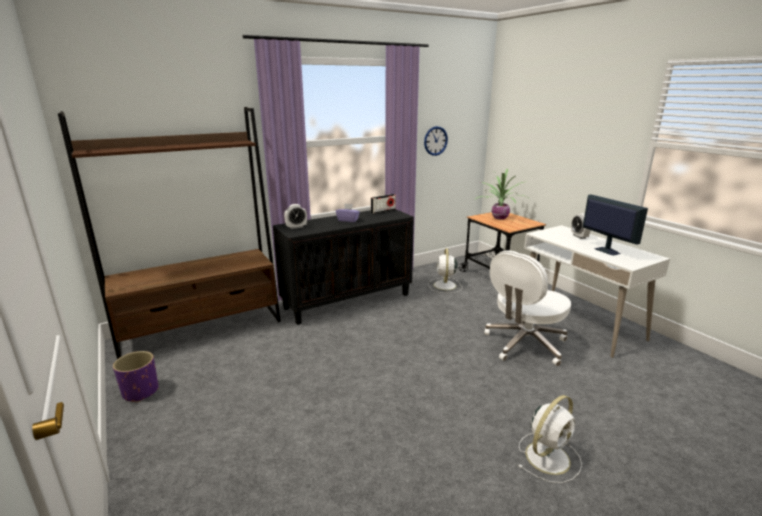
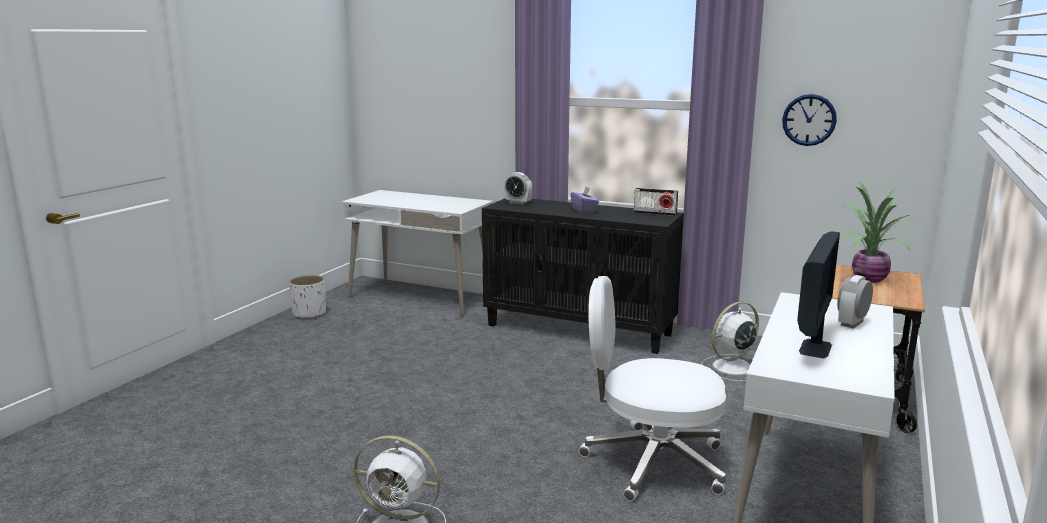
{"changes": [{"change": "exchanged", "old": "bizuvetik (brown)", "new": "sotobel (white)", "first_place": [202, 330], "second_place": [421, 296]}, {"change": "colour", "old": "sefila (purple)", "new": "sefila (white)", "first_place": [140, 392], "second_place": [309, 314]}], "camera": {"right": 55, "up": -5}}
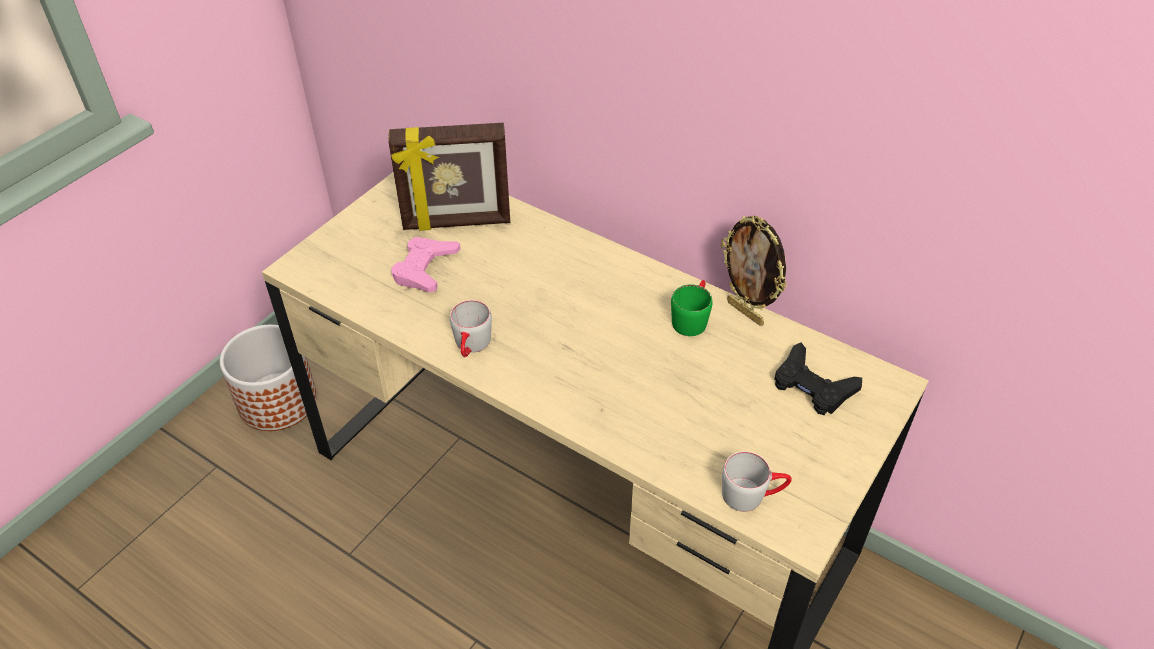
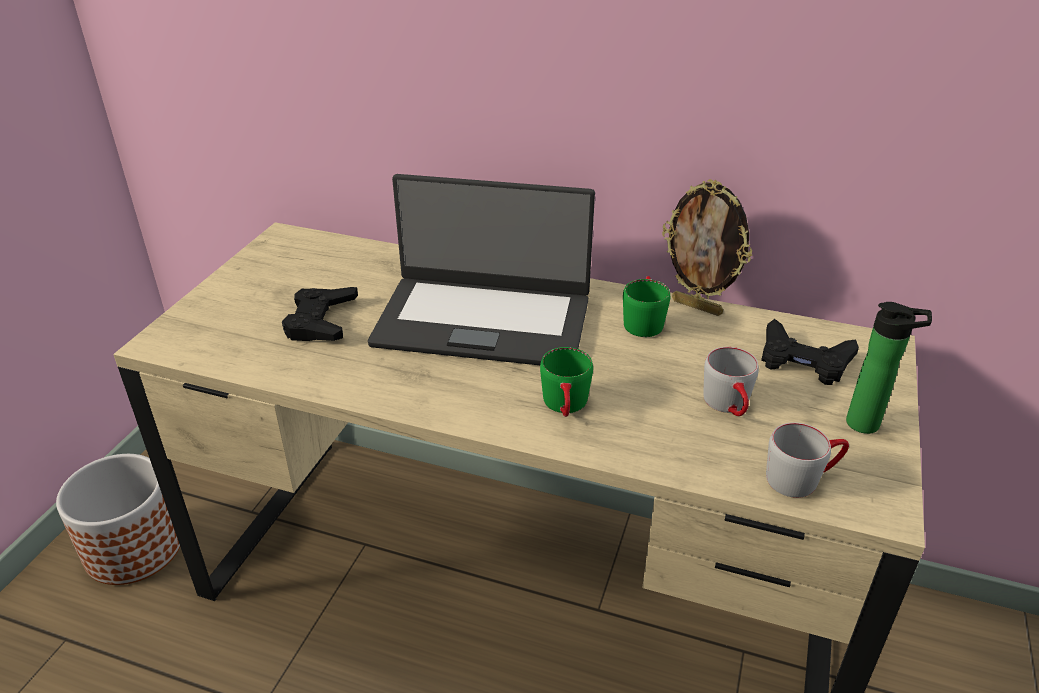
{"changes": [{"change": "missing", "old": "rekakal", "first_place": [457, 223]}, {"change": "colour", "old": "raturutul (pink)", "new": "raturutul (black)", "first_place": [425, 269], "second_place": [321, 321]}, {"change": "relocated", "old": "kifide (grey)", "first_place": [471, 346], "second_place": [729, 406]}, {"change": "appeared", "new": "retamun", "second_place": [483, 320]}, {"change": "appeared", "new": "kifide (green)", "second_place": [566, 407]}, {"change": "appeared", "new": "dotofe", "second_place": [868, 424]}], "camera": {"right": -15, "up": -10}}
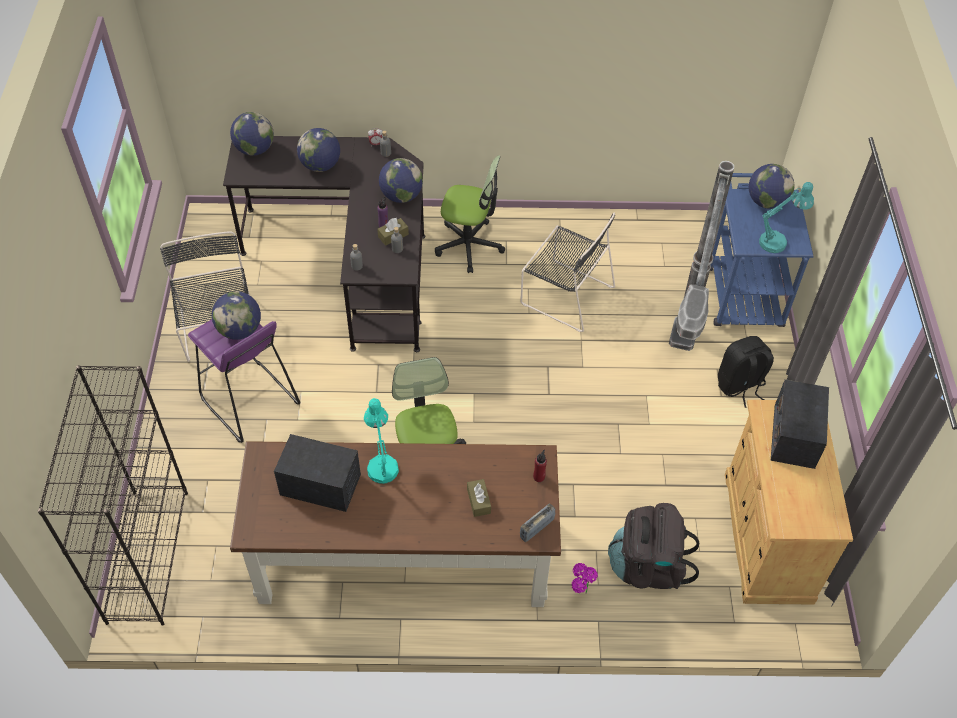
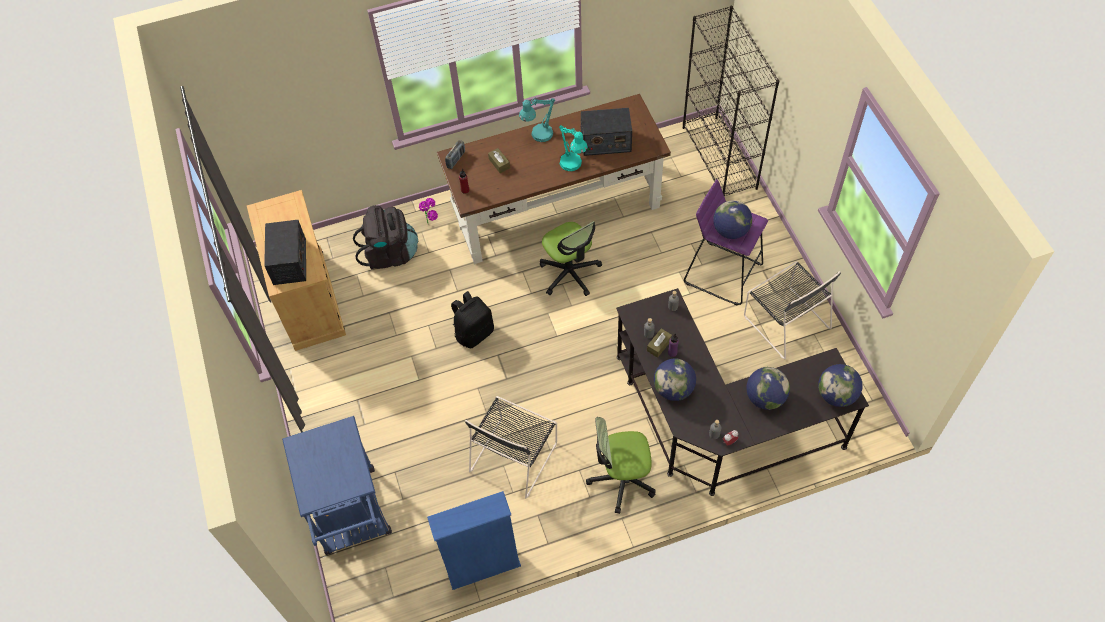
{"changes": [{"change": "spun", "old": "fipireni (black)", "first_place": [564, 294], "second_place": [515, 455], "degrees": -75}, {"change": "missing", "old": "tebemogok", "first_place": [667, 406]}, {"change": "relocated", "old": "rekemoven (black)", "first_place": [740, 385], "second_place": [474, 333]}, {"change": "missing", "old": "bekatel", "first_place": [766, 202]}, {"change": "relocated", "old": "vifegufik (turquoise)", "first_place": [778, 241], "second_place": [538, 136]}, {"change": "appeared", "new": "bizuvetik (blue)", "second_place": [483, 567]}], "camera": {"right": 165, "up": 5}}
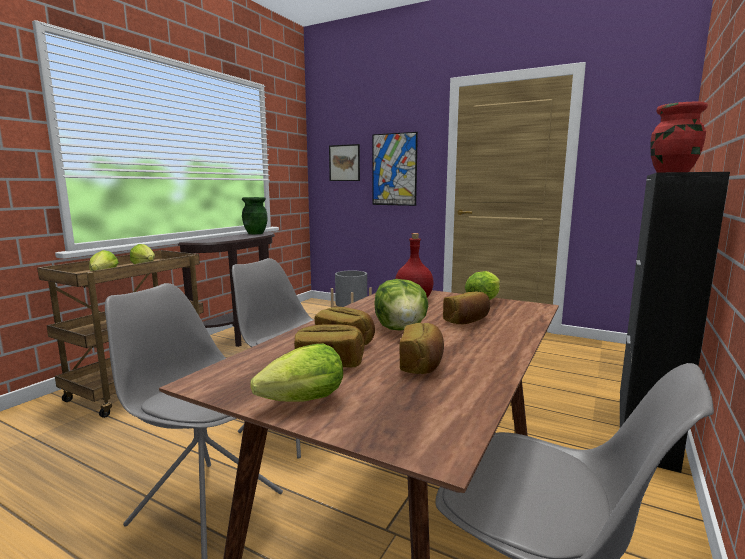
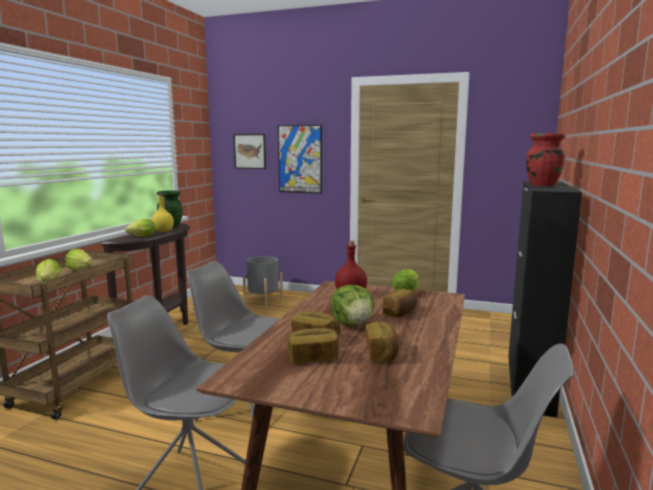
{"changes": [{"change": "relocated", "old": "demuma", "first_place": [298, 402], "second_place": [140, 237]}, {"change": "appeared", "new": "dotofe (yellow)", "second_place": [163, 231]}], "camera": {"right": -10, "up": 0}}
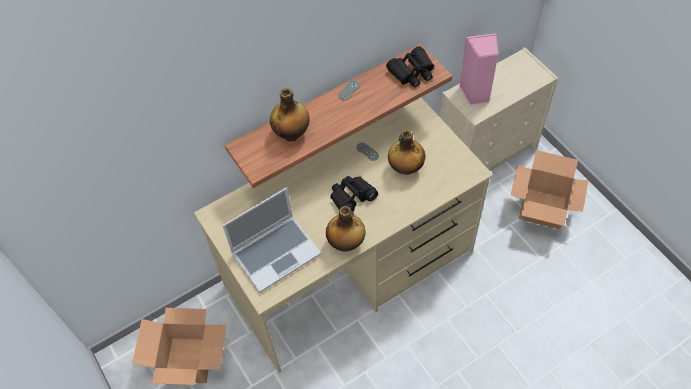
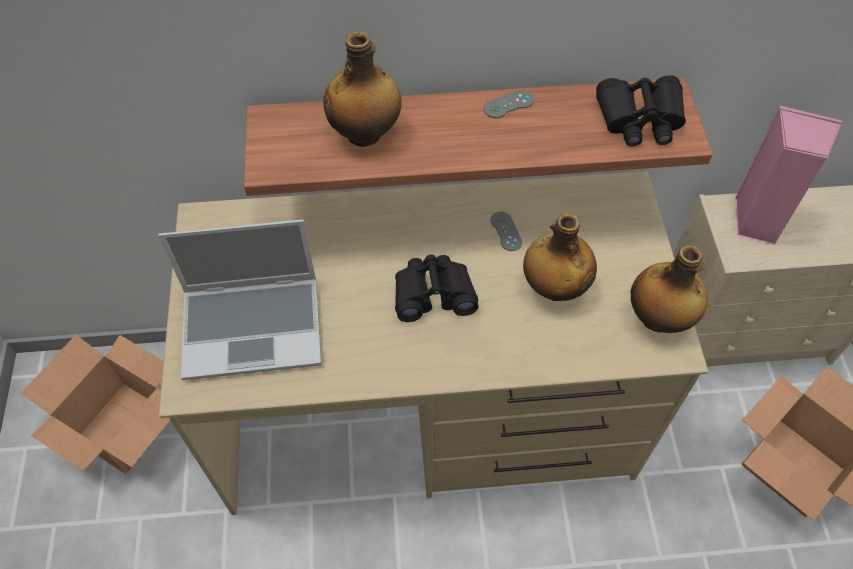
{"changes": [{"change": "relocated", "old": "dotofe", "first_place": [346, 243], "second_place": [659, 319]}], "camera": {"right": 25, "up": 0}}
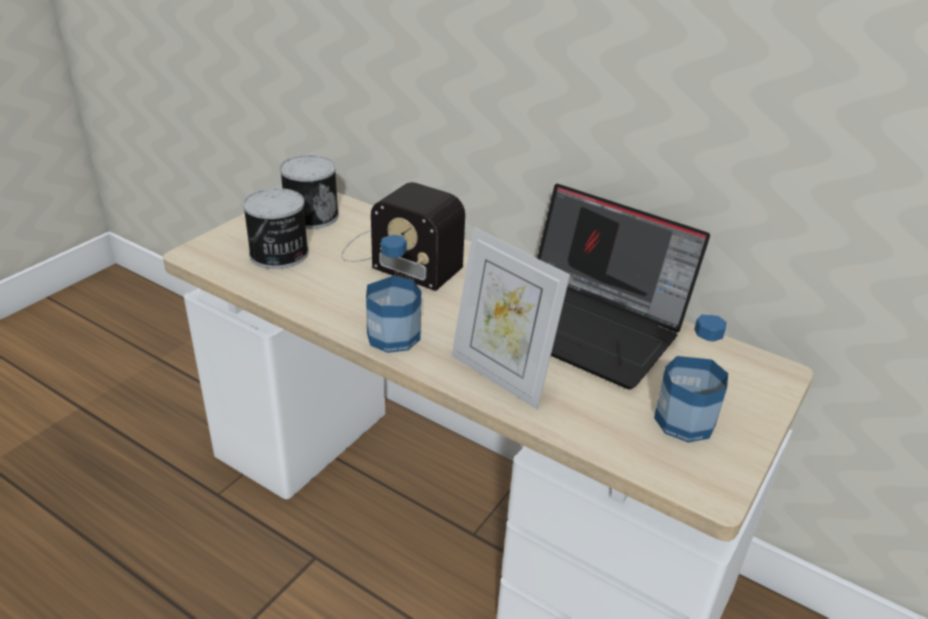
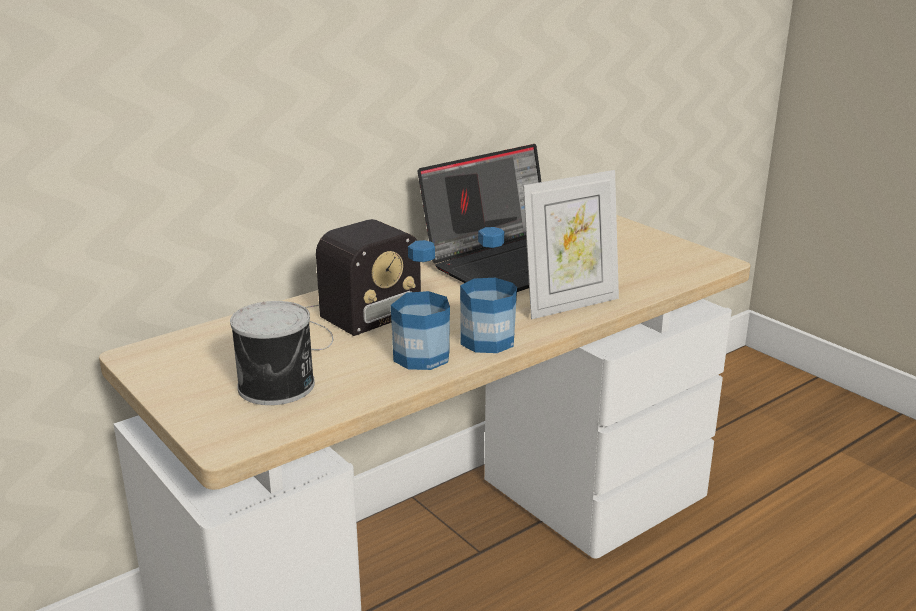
{"changes": [{"change": "missing", "old": "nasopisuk", "first_place": [311, 215]}, {"change": "relocated", "old": "dotofe", "first_place": [684, 421], "second_place": [421, 356]}], "camera": {"right": -70, "up": -10}}
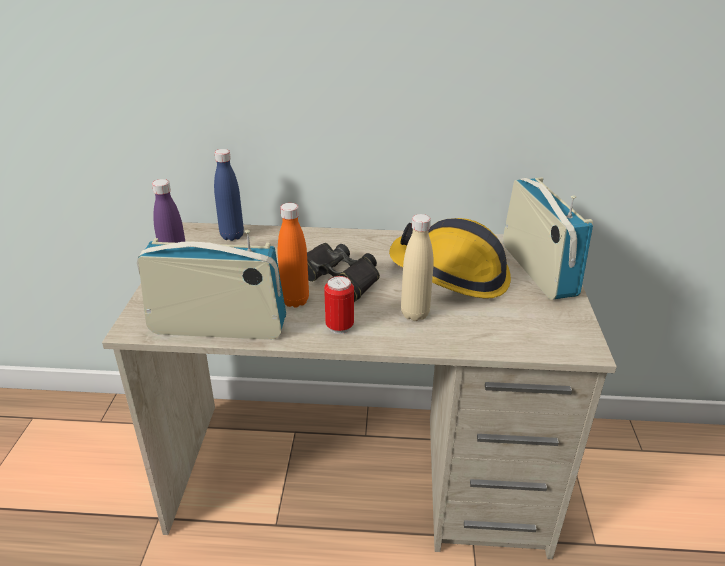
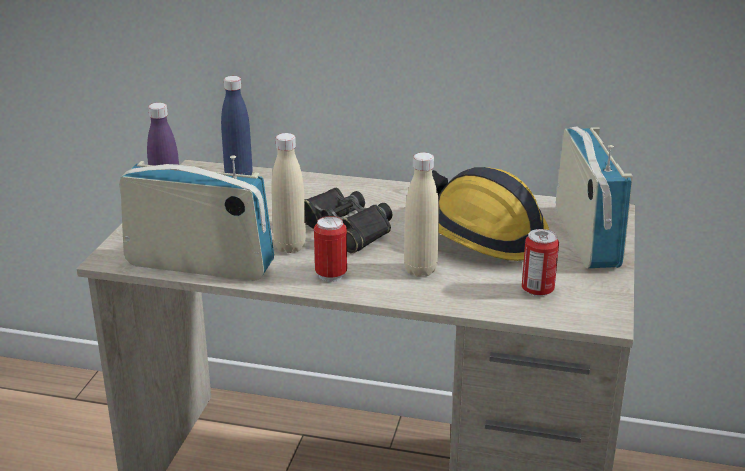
{"changes": [{"change": "colour", "old": "dotofe (orange)", "new": "dotofe (beige)", "first_place": [295, 301], "second_place": [290, 247]}, {"change": "appeared", "new": "nasopisuk", "second_place": [537, 290]}], "camera": {"right": 10, "up": -5}}
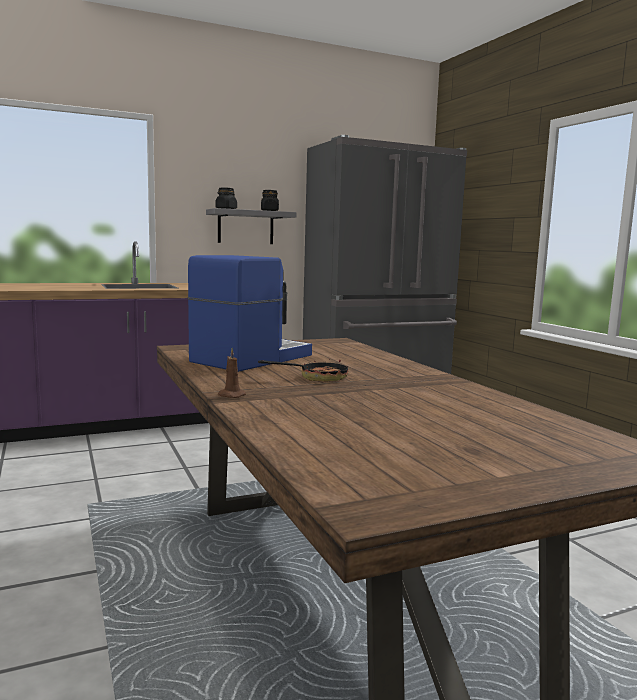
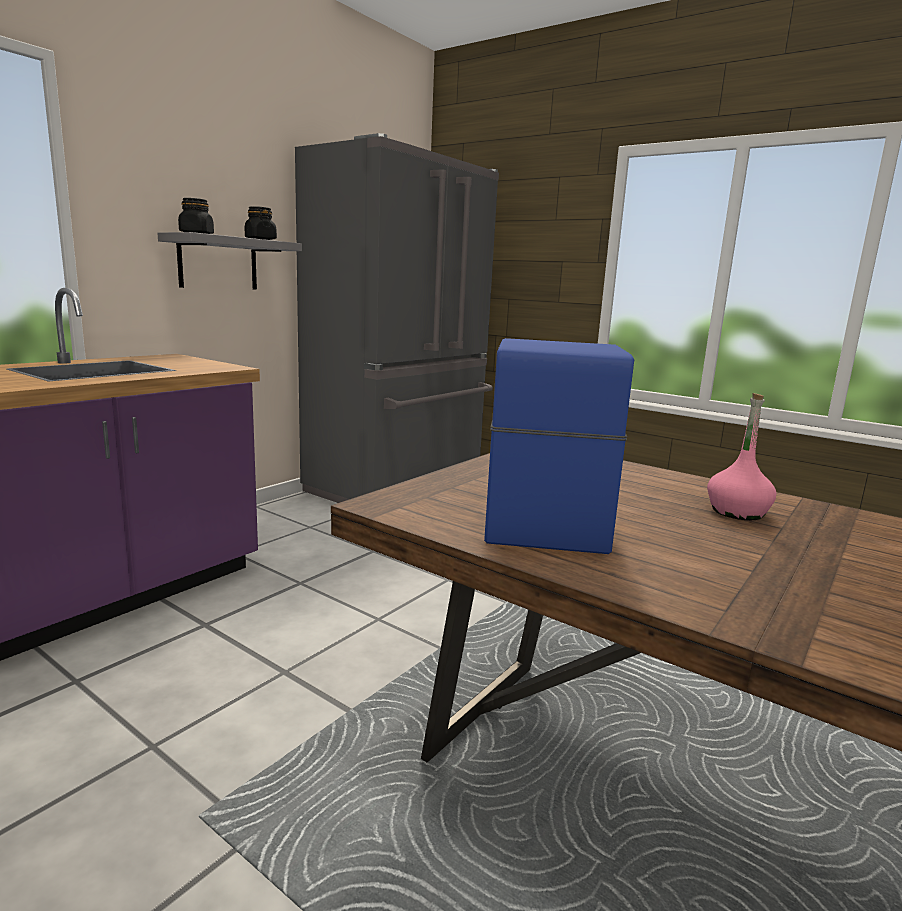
{"changes": [{"change": "missing", "old": "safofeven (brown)", "first_place": [230, 395]}, {"change": "missing", "old": "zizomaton", "first_place": [316, 378]}, {"change": "appeared", "new": "dotofe (pink)", "second_place": [737, 512]}], "camera": {"right": -30, "up": 5}}
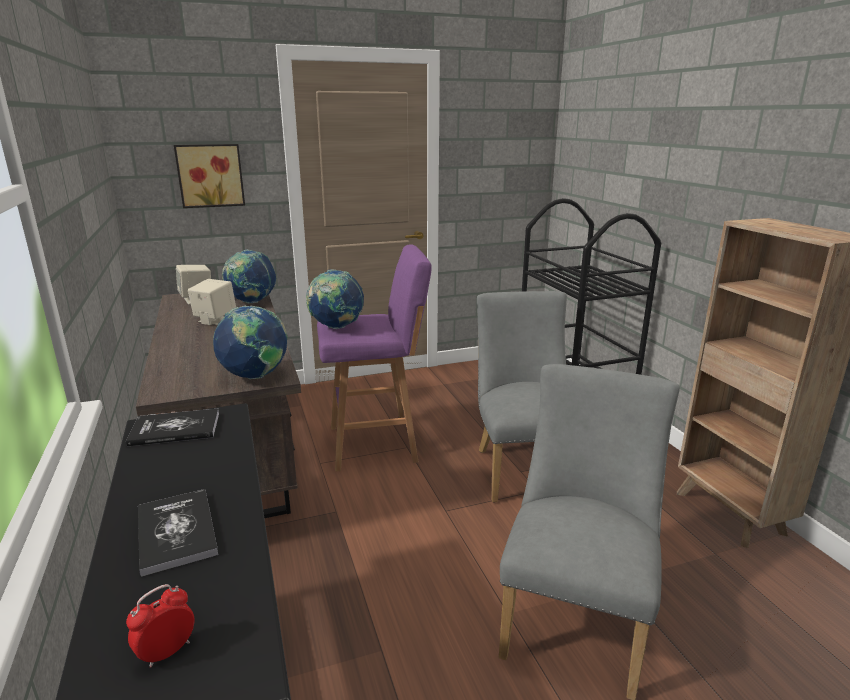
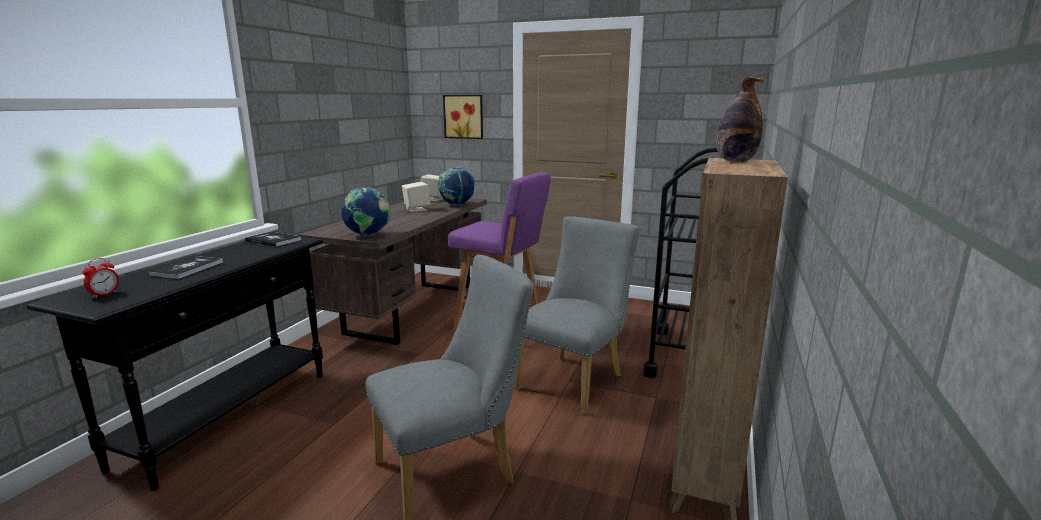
{"changes": [{"change": "spun", "old": "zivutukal", "first_place": [167, 652], "second_place": [104, 294], "degrees": 120}, {"change": "missing", "old": "bekatel", "first_place": [336, 327]}, {"change": "appeared", "new": "dotofe", "second_place": [735, 161]}], "camera": {"right": 40, "up": -5}}
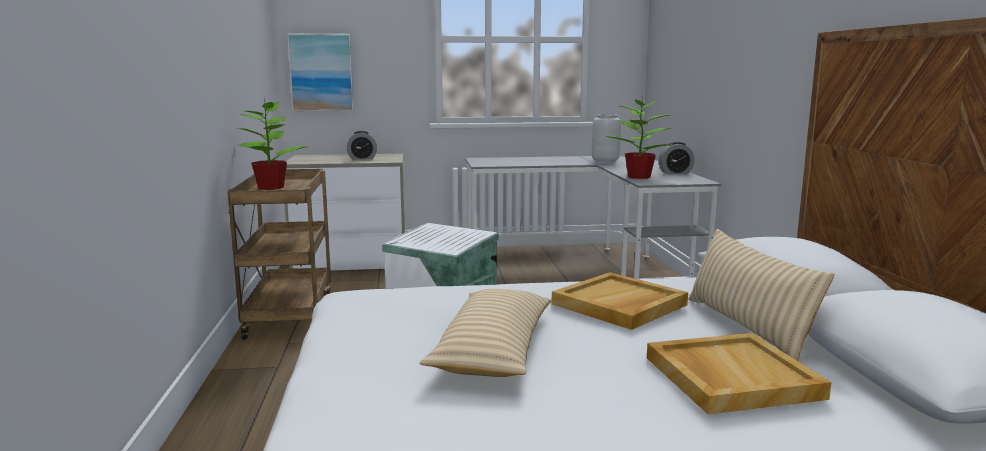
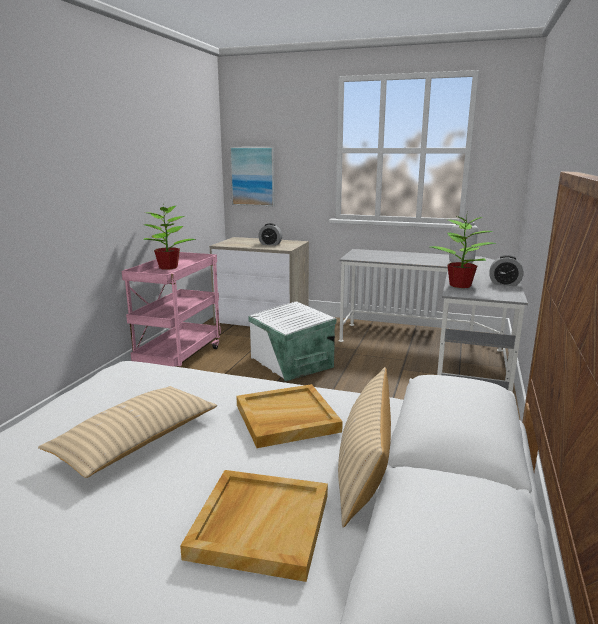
{"changes": [{"change": "colour", "old": "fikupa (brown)", "new": "fikupa (pink)", "first_place": [288, 315], "second_place": [179, 358]}], "camera": {"right": 25, "up": 5}}
